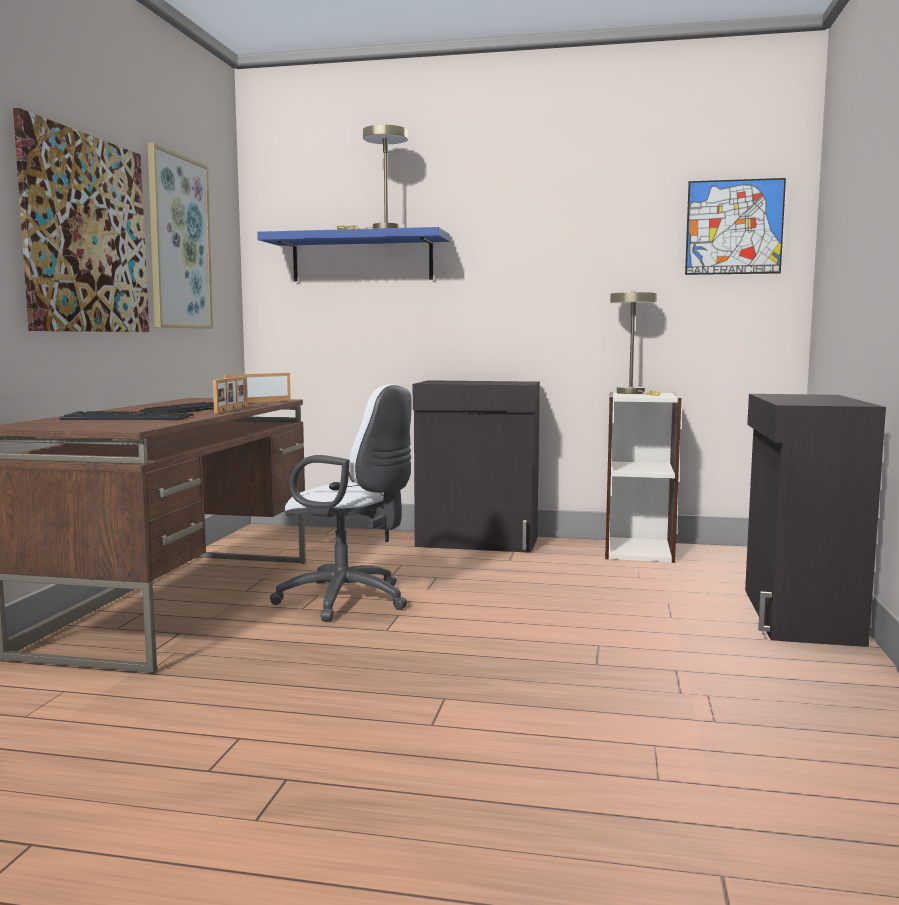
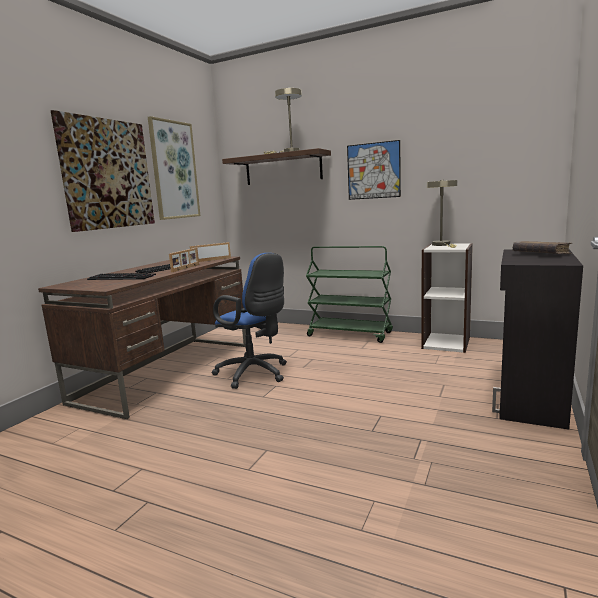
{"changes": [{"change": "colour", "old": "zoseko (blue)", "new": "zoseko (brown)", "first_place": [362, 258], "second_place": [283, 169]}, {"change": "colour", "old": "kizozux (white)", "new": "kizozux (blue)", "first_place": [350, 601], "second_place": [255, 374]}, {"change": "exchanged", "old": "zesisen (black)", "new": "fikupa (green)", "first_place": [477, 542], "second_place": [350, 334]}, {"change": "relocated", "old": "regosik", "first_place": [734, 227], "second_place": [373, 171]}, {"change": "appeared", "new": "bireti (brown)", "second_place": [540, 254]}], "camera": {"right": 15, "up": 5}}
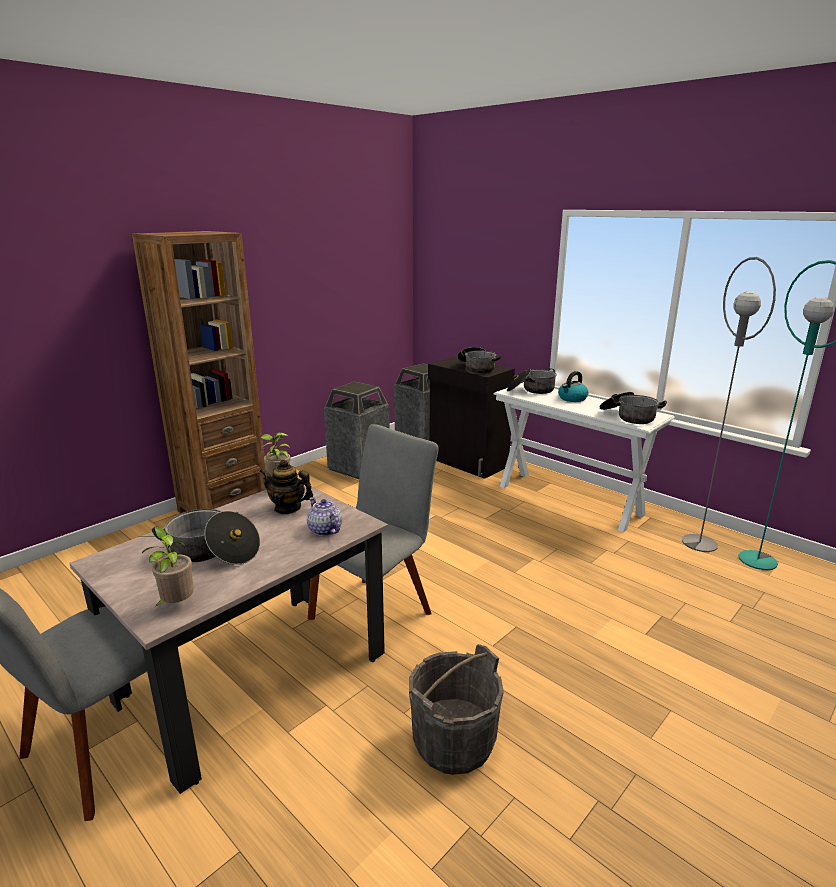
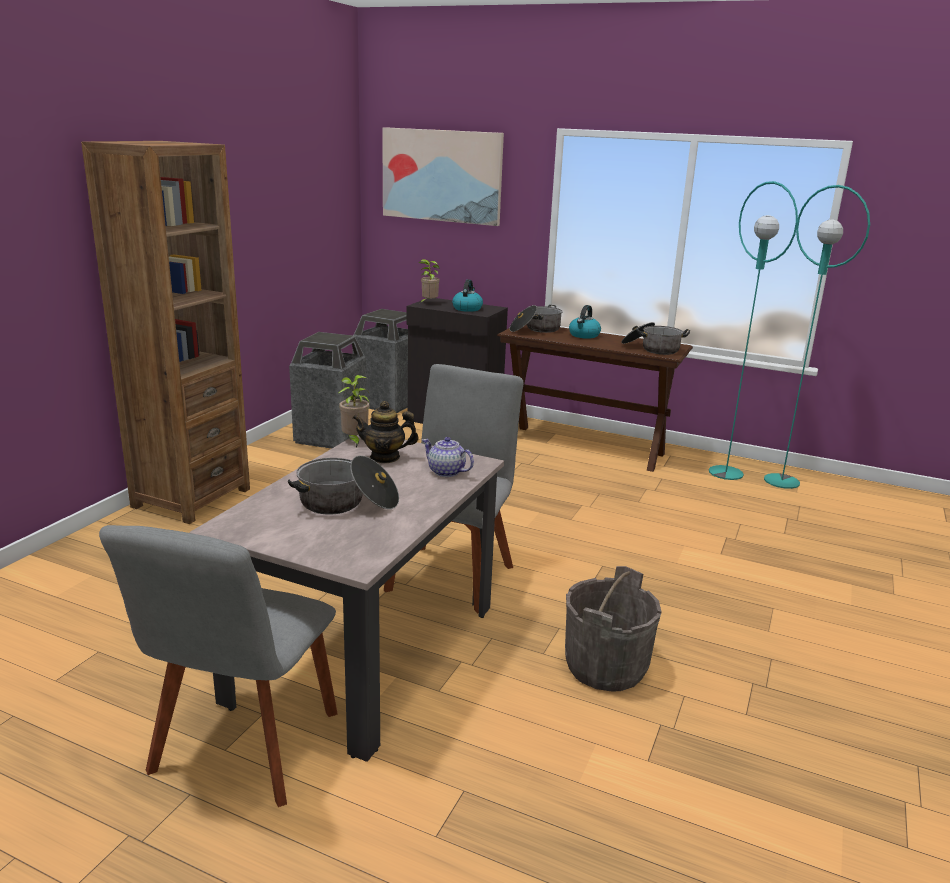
{"changes": [{"change": "relocated", "old": "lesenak", "first_place": [176, 605], "second_place": [428, 303]}, {"change": "exchanged", "old": "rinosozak", "new": "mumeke", "first_place": [477, 368], "second_place": [467, 308]}, {"change": "colour", "old": "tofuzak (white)", "new": "tofuzak (brown)", "first_place": [569, 500], "second_place": [584, 448]}, {"change": "colour", "old": "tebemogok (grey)", "new": "tebemogok (turquoise)", "first_place": [699, 543], "second_place": [725, 472]}, {"change": "appeared", "new": "regosik", "second_place": [442, 175]}], "camera": {"right": -20, "up": 0}}
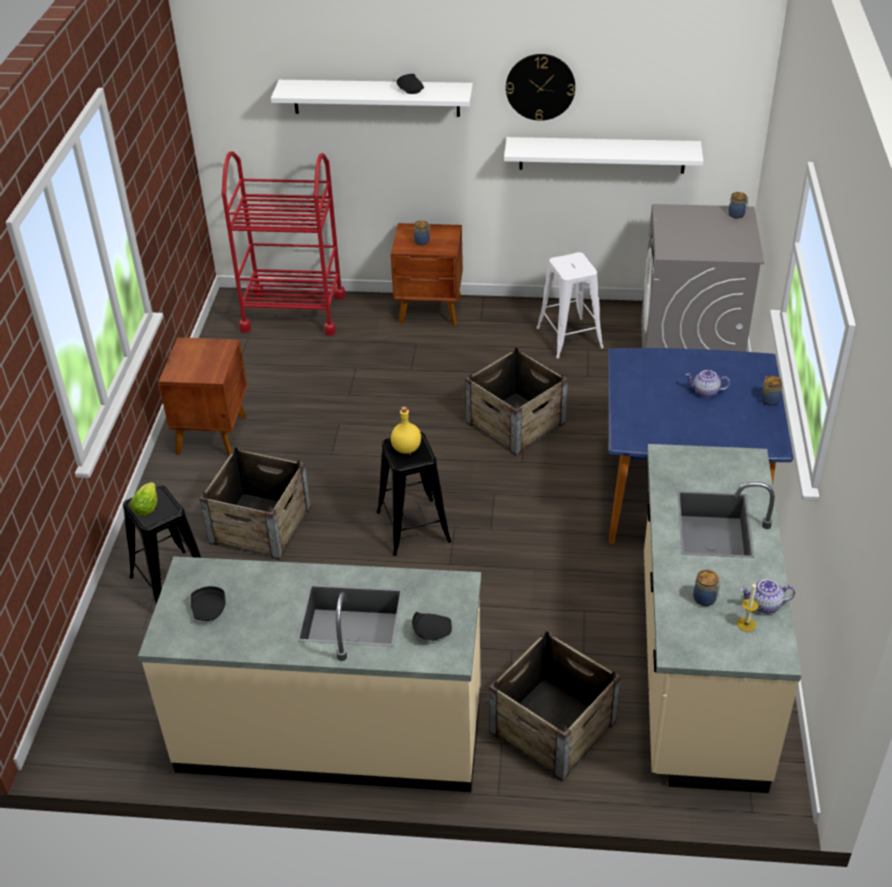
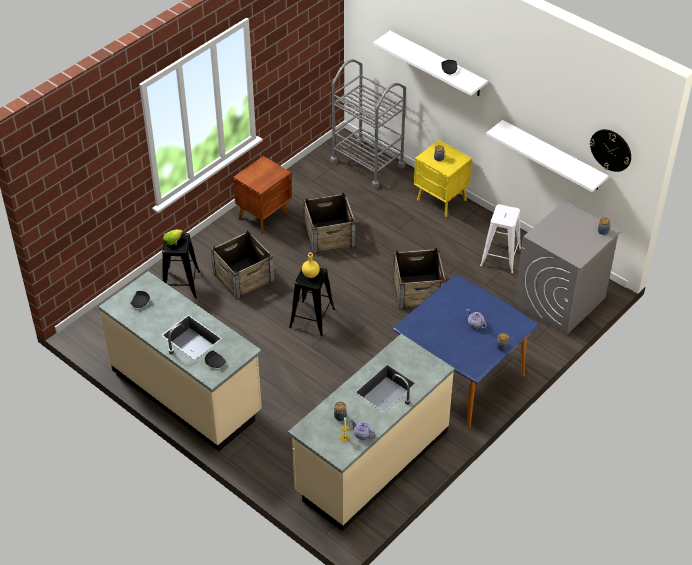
{"changes": [{"change": "colour", "old": "fikupa (red)", "new": "fikupa (grey)", "first_place": [293, 313], "second_place": [367, 164]}, {"change": "colour", "old": "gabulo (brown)", "new": "gabulo (yellow)", "first_place": [431, 311], "second_place": [441, 200]}, {"change": "relocated", "old": "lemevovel", "first_place": [552, 727], "second_place": [329, 236]}, {"change": "relocated", "old": "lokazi", "first_place": [540, 87], "second_place": [611, 150]}], "camera": {"right": 35, "up": 5}}
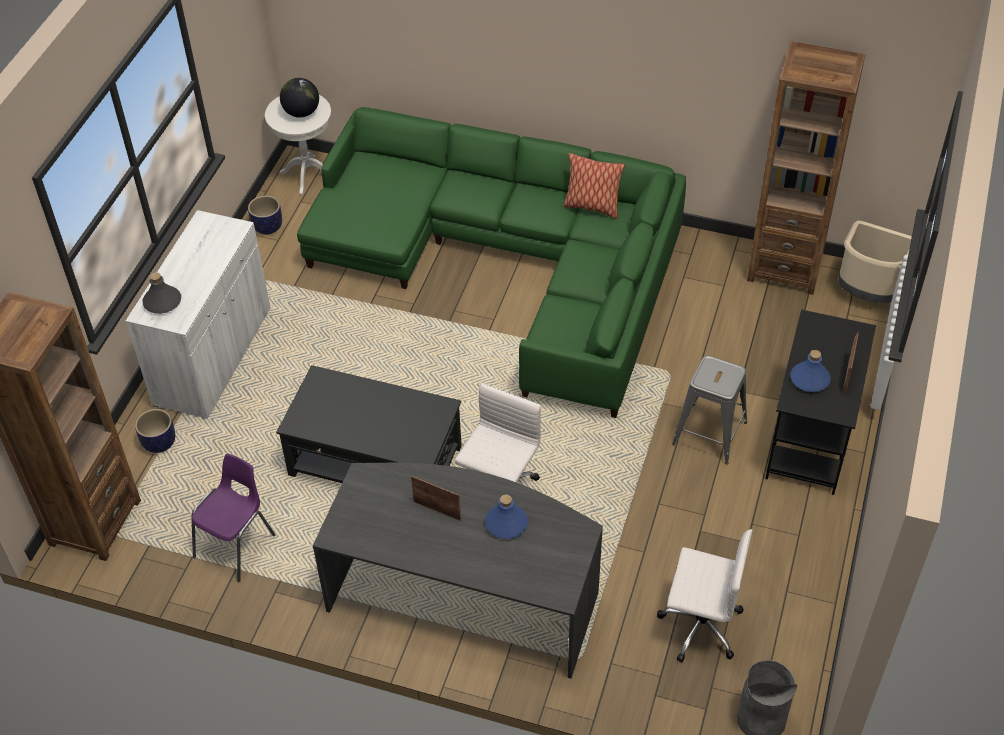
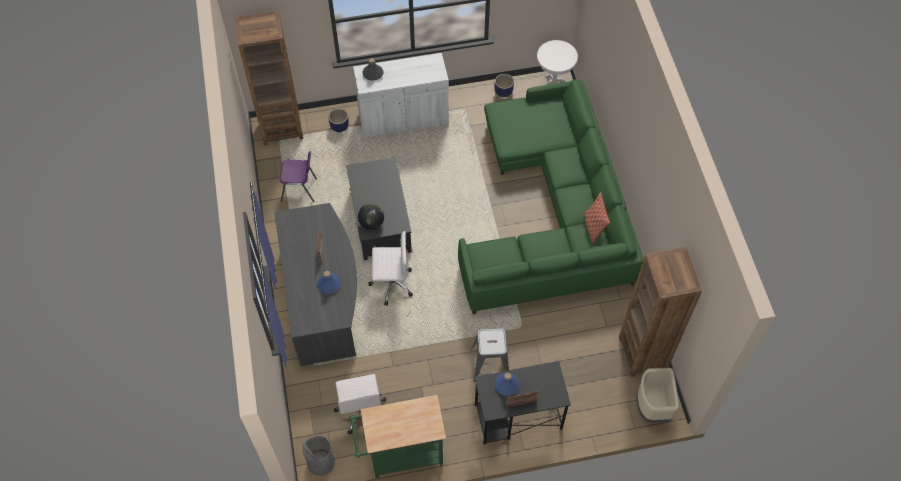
{"changes": [{"change": "relocated", "old": "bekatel", "first_place": [301, 112], "second_place": [371, 223]}, {"change": "appeared", "new": "fikupa (green)", "second_place": [400, 454]}], "camera": {"right": 60, "up": 10}}
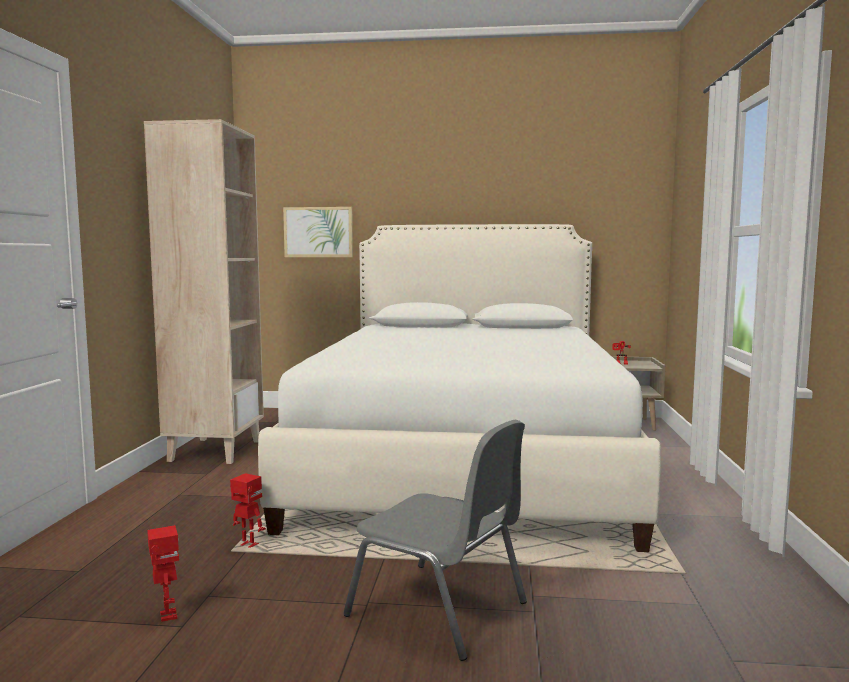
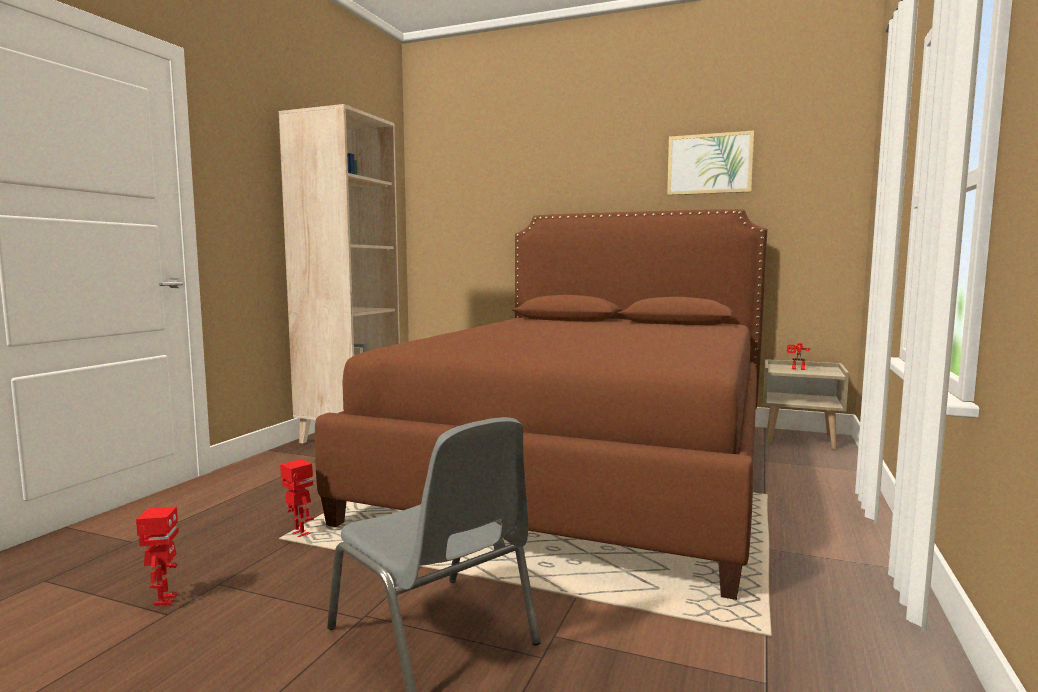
{"changes": [{"change": "colour", "old": "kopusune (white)", "new": "kopusune (brown)", "first_place": [465, 461], "second_place": [587, 466]}, {"change": "relocated", "old": "regosik", "first_place": [318, 232], "second_place": [709, 164]}], "camera": {"right": 15, "up": 0}}
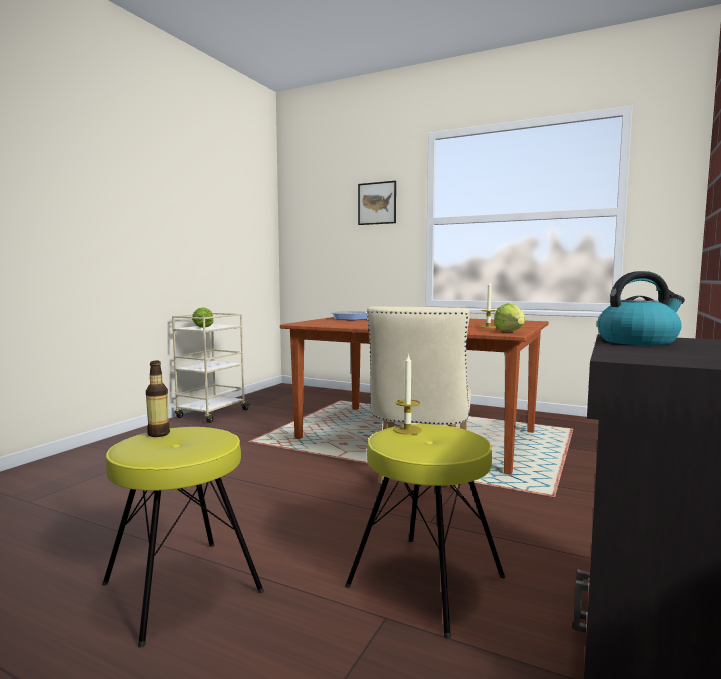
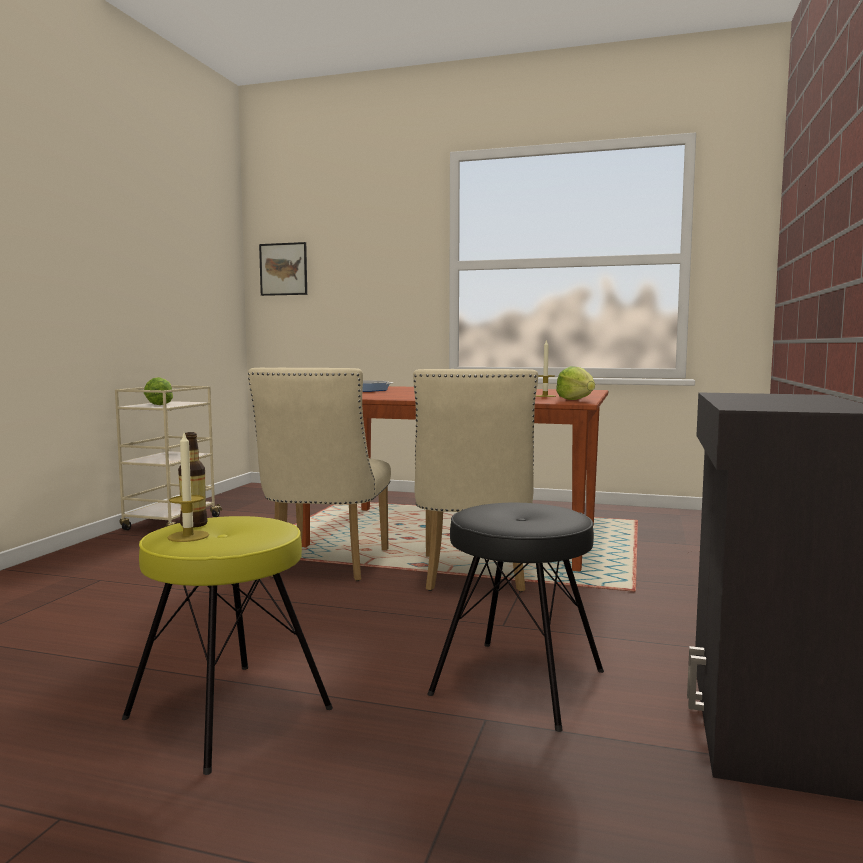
{"changes": [{"change": "colour", "old": "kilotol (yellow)", "new": "kilotol (black)", "first_place": [426, 582], "second_place": [519, 683]}, {"change": "relocated", "old": "regosik", "first_place": [377, 203], "second_place": [283, 269]}, {"change": "relocated", "old": "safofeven", "first_place": [407, 430], "second_place": [188, 536]}, {"change": "missing", "old": "mumeke", "first_place": [638, 341]}, {"change": "appeared", "new": "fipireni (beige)", "second_place": [325, 566]}], "camera": {"right": -10, "up": 0}}
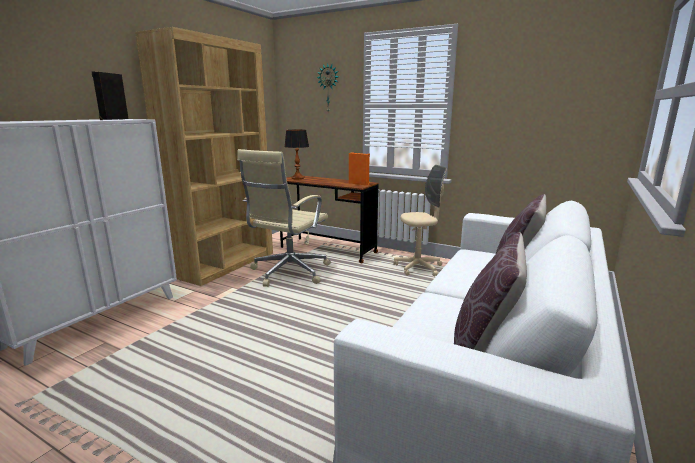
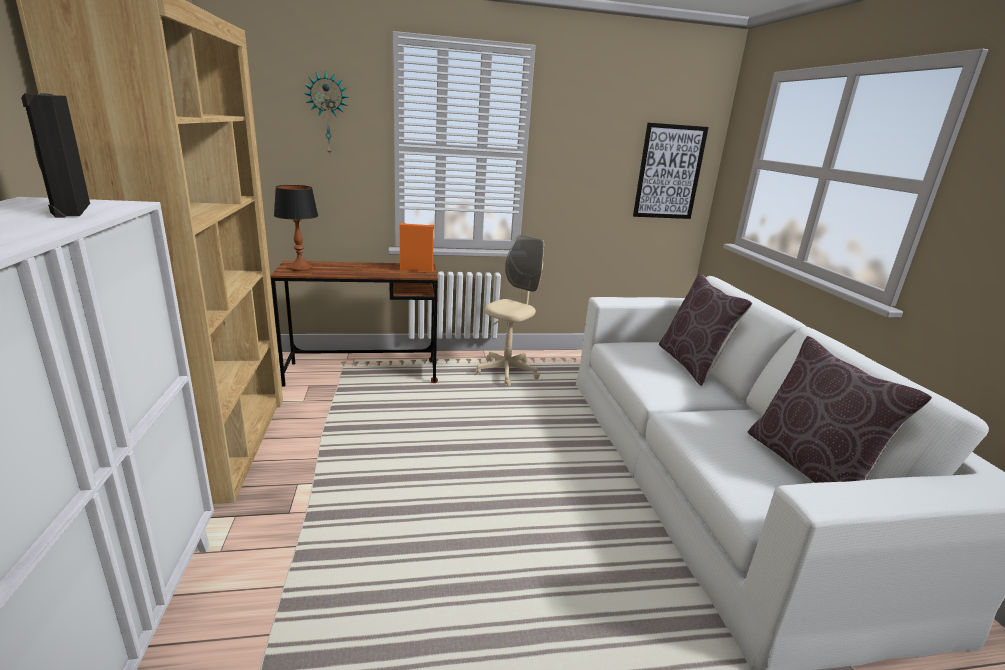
{"changes": [{"change": "missing", "old": "kizozux (beige)", "first_place": [288, 272]}, {"change": "appeared", "new": "regosik", "second_place": [669, 172]}], "camera": {"right": -40, "up": 5}}
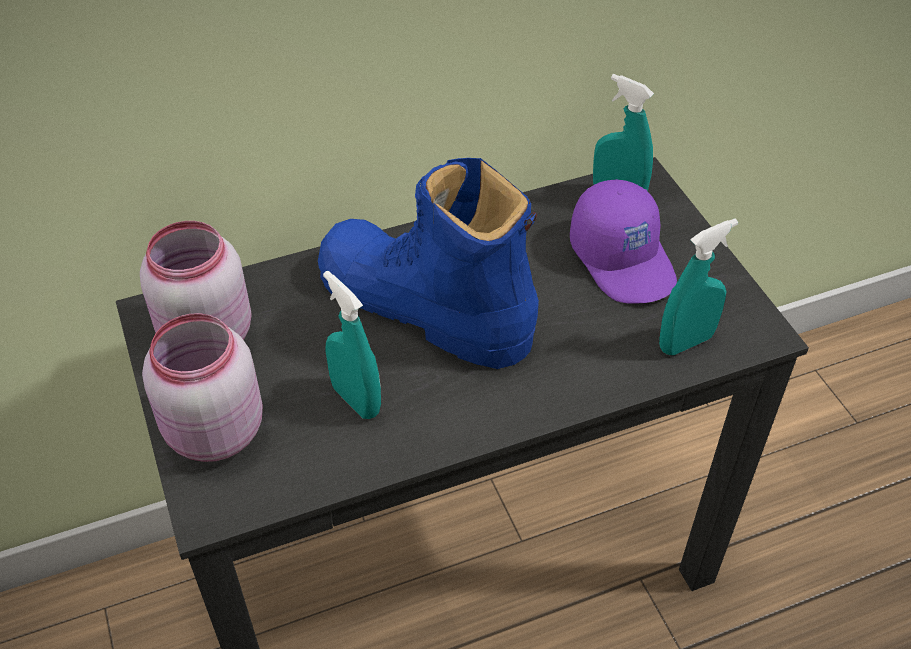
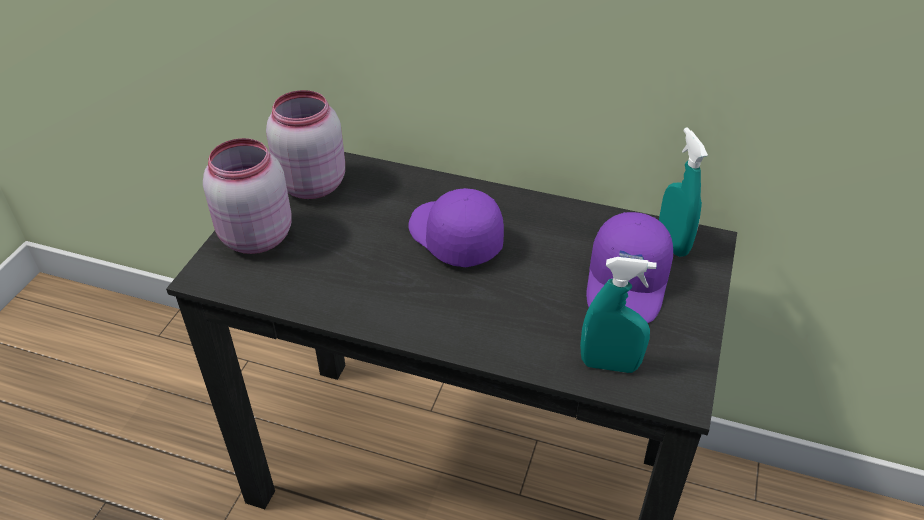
{"changes": [{"change": "exchanged", "old": "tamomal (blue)", "new": "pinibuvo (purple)", "first_place": [424, 307], "second_place": [453, 238]}, {"change": "missing", "old": "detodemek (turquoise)", "first_place": [356, 400]}], "camera": {"right": 40, "up": -5}}
